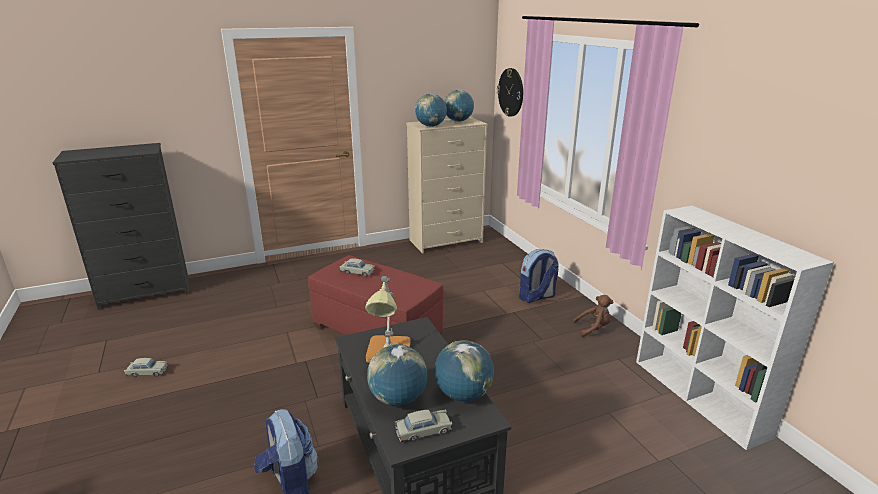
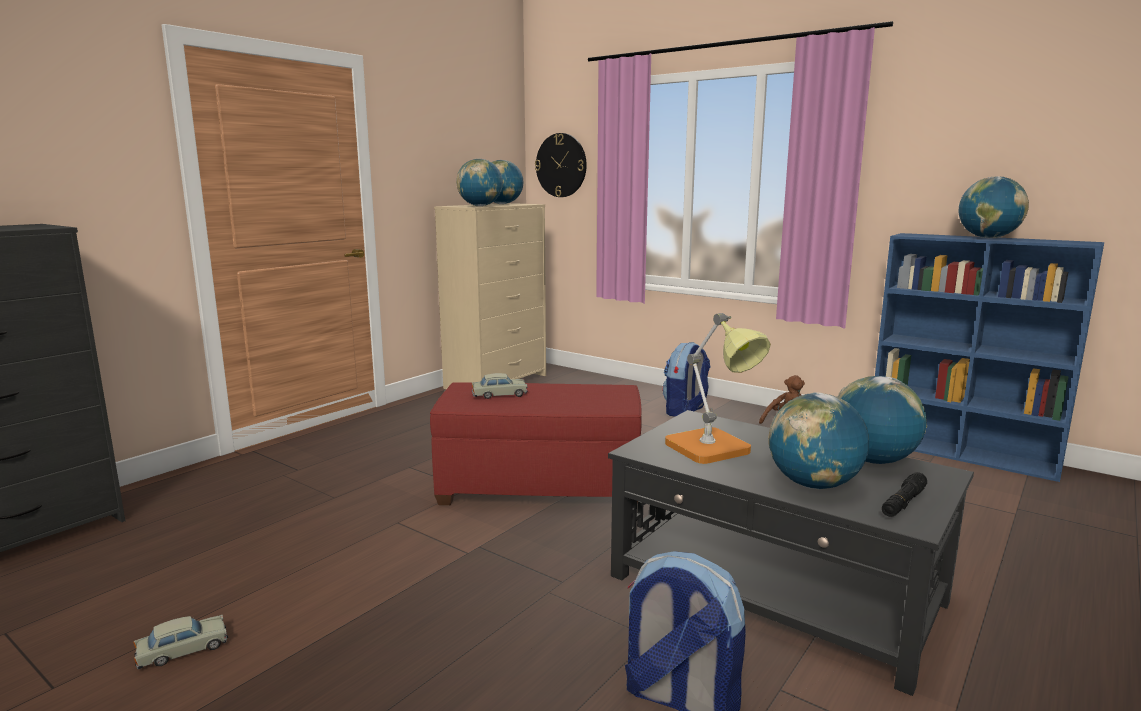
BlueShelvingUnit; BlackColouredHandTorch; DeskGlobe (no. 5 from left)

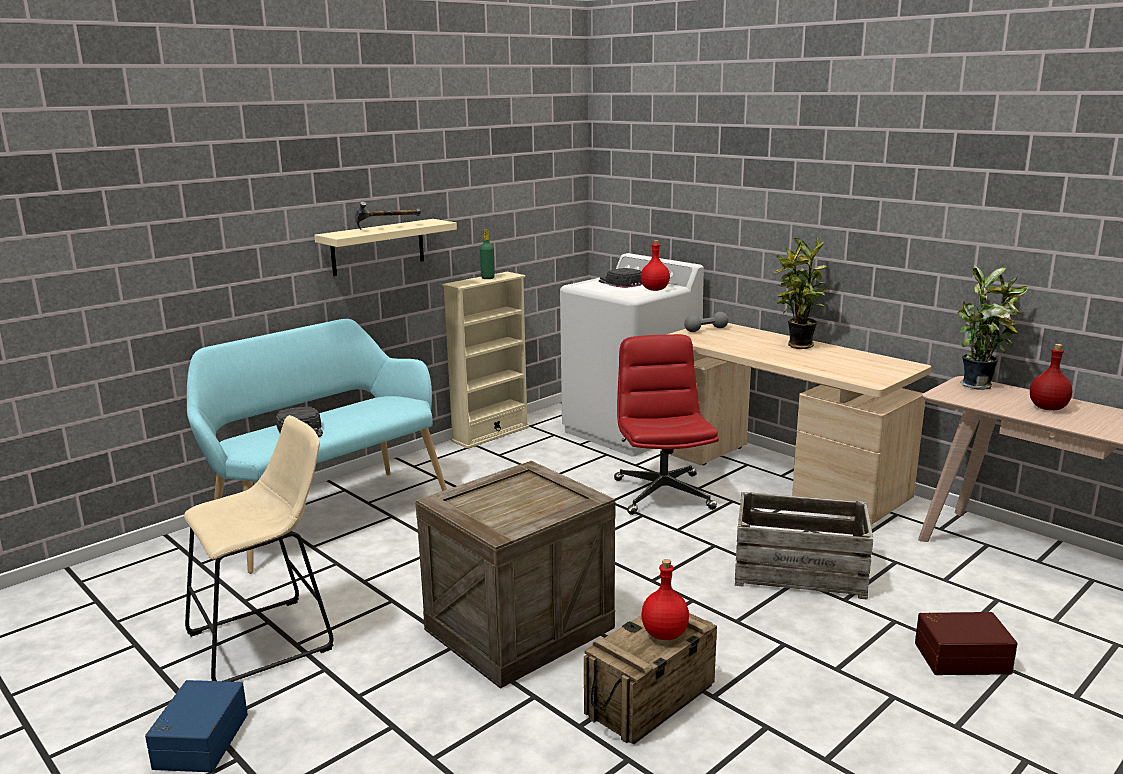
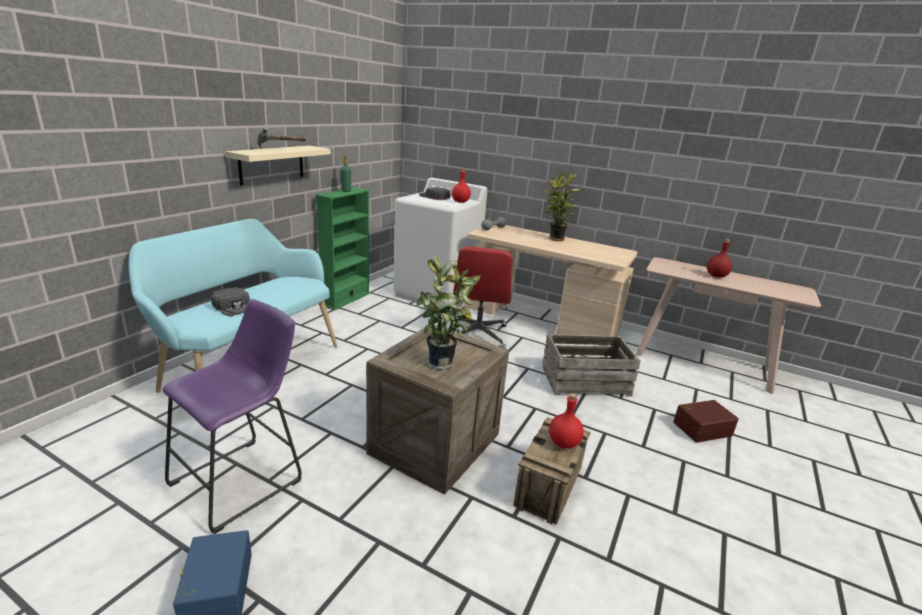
PlantInAPot (no. 1 from left); GreenishShelvingUnit; RedComputerChair; PurplishStoolSeat

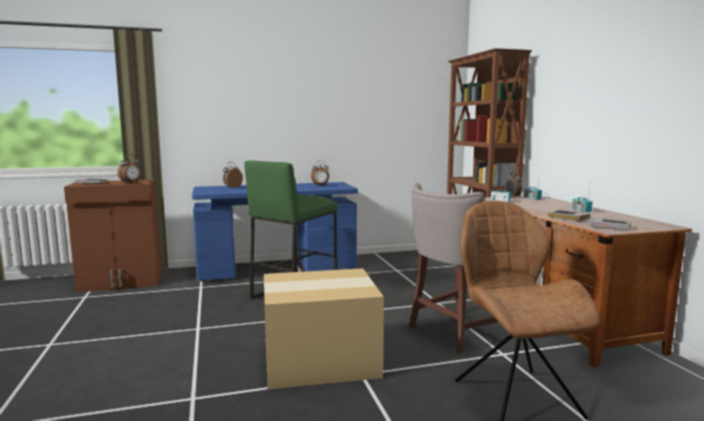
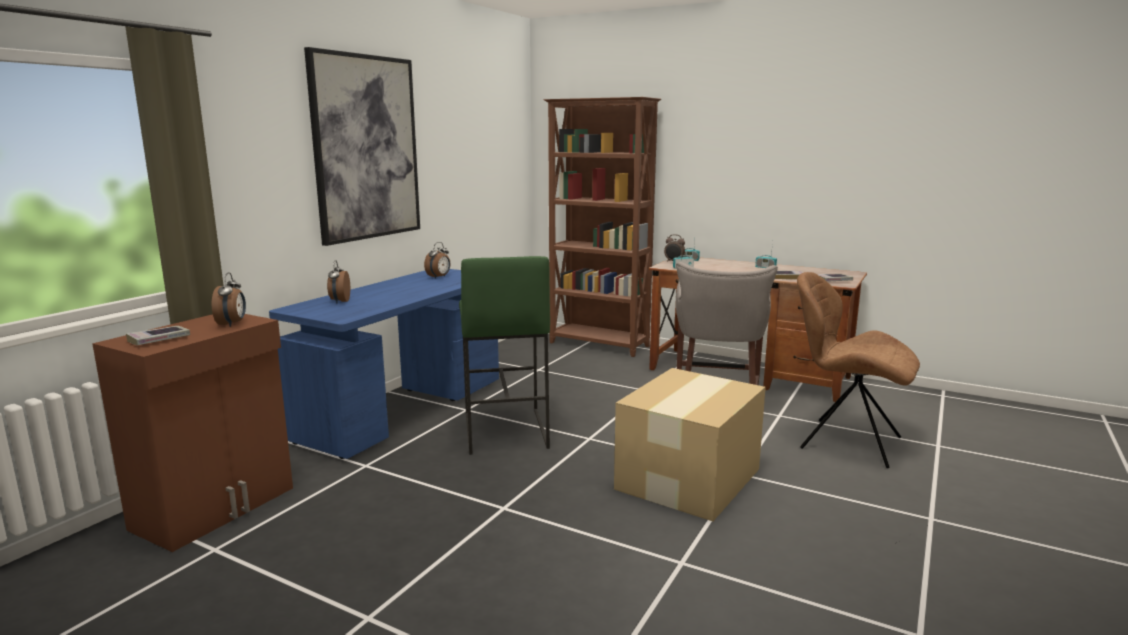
Picture

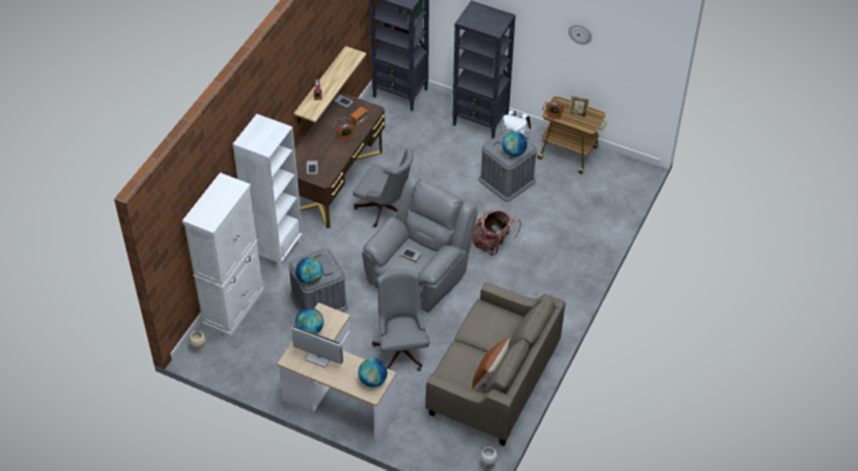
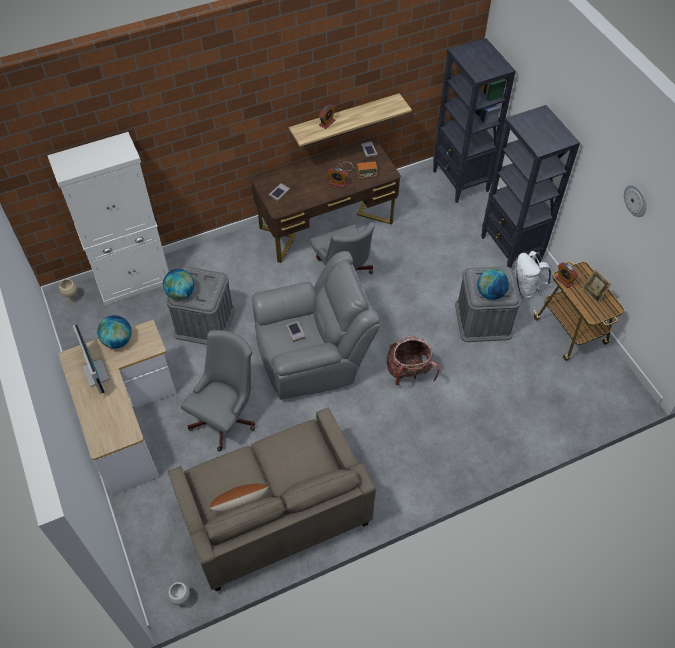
WhitishShelvingUnit; DeskGlobe (no. 3 from left in the first image)

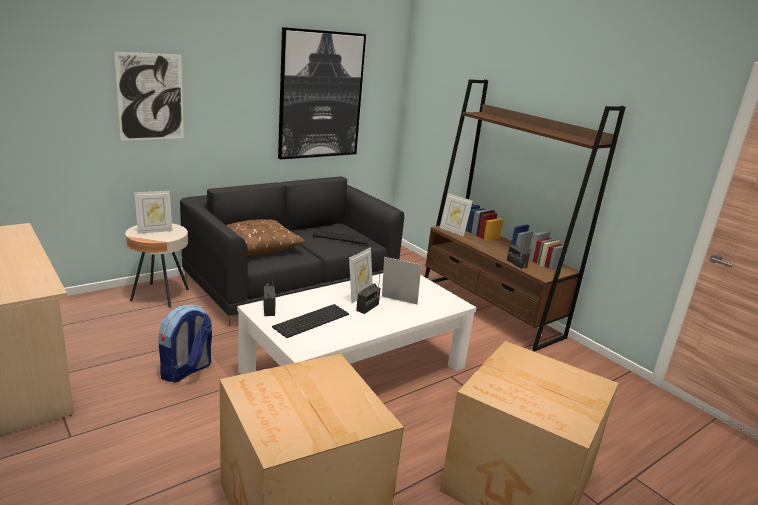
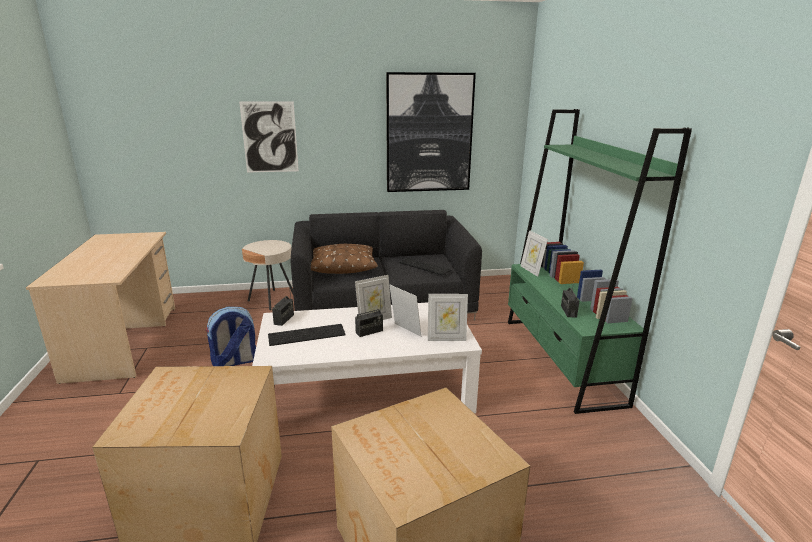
GreenishShelvingUnit; PictureFrame (no. 3 from left)

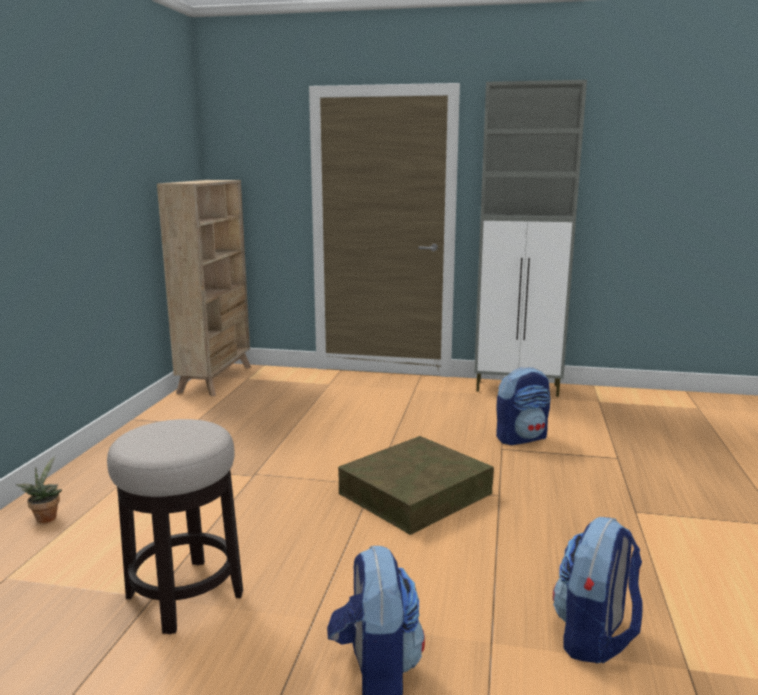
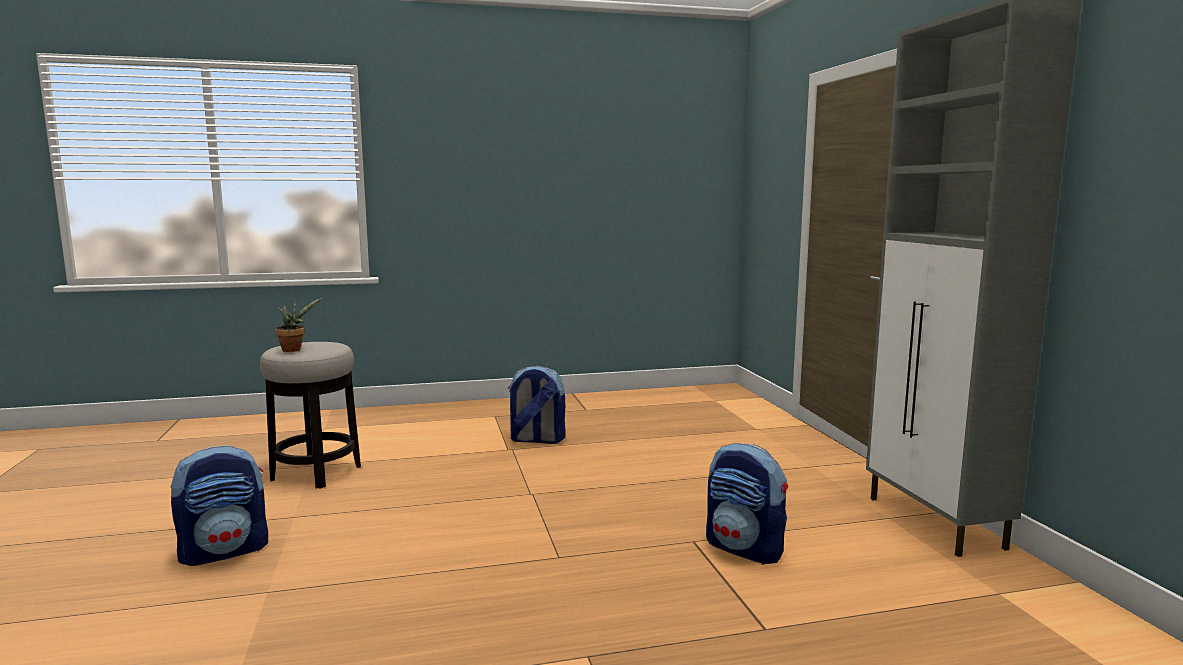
SandColouredShelvingUnit; BrownColouredStorageBin; PlantInAPot; Rucksack (no. 2 from left)

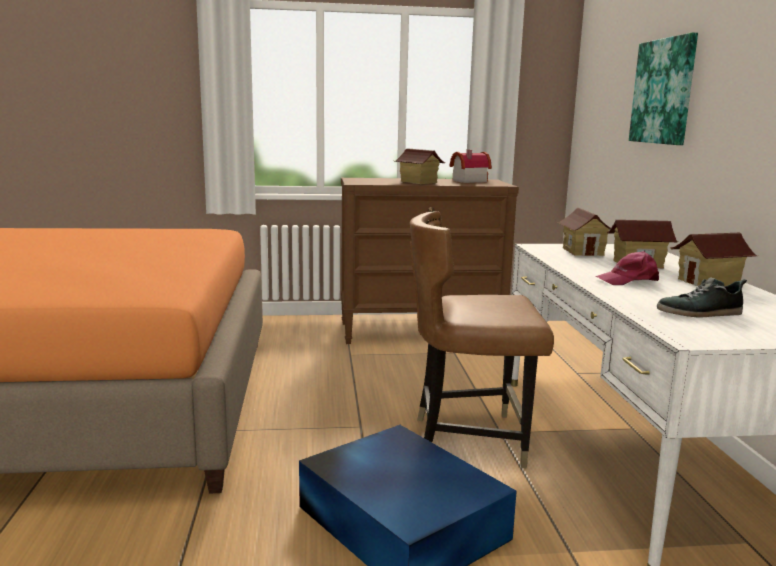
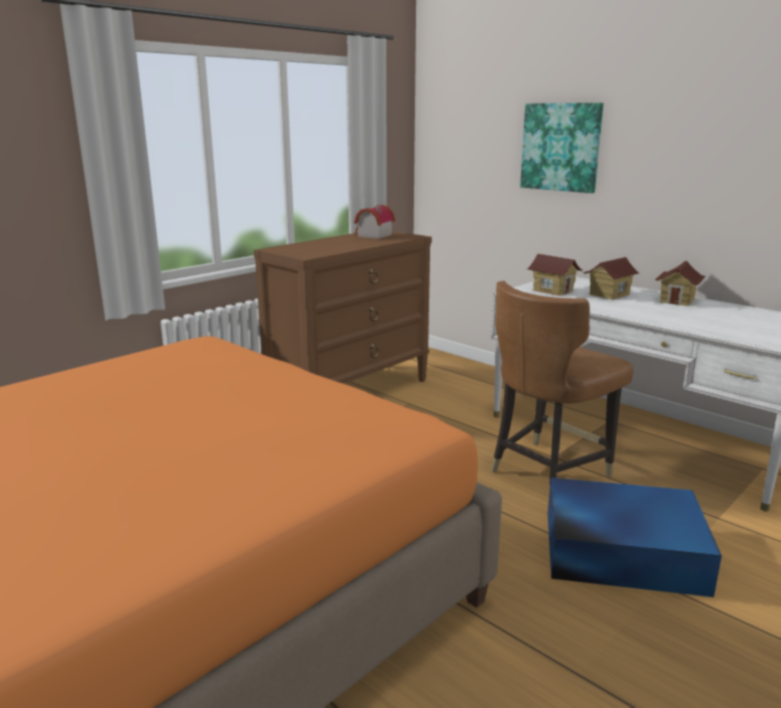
ModelHouse (no. 1 from left in the first image); PinkishCap; ItemOfFootwear

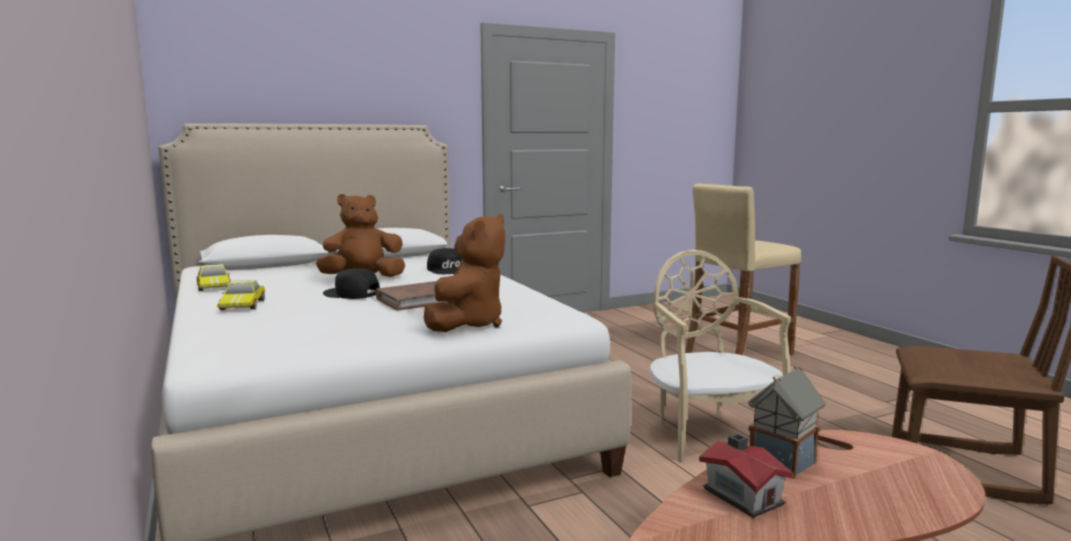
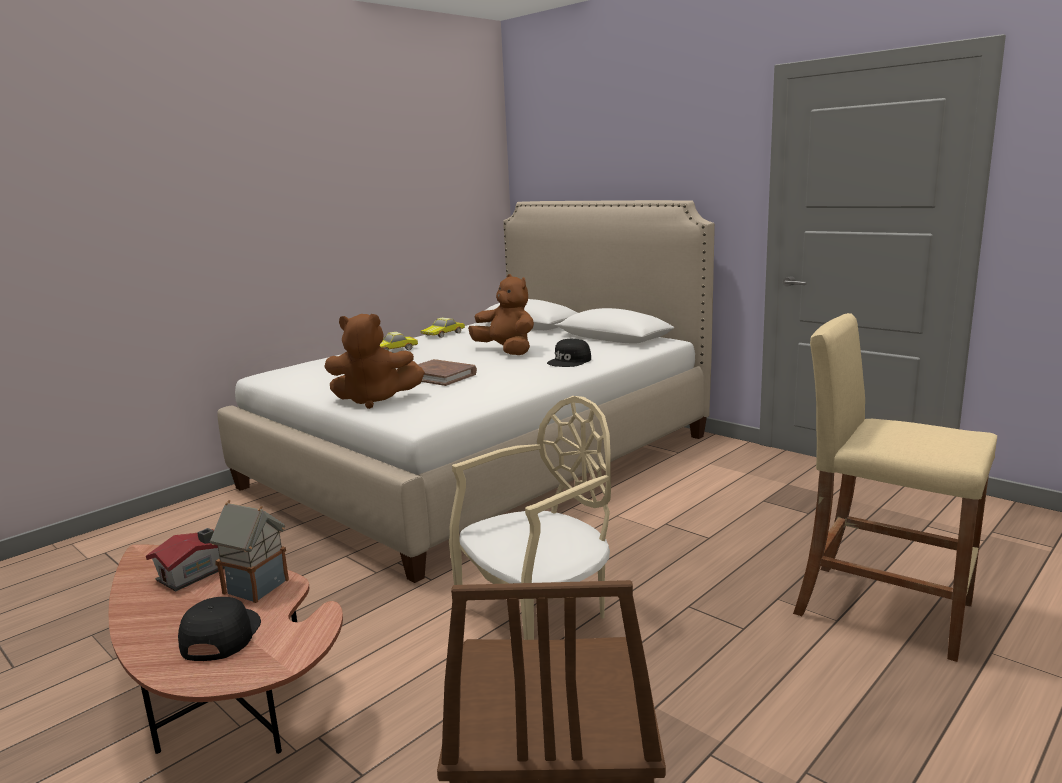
BlackColouredCap (no. 1 from left)

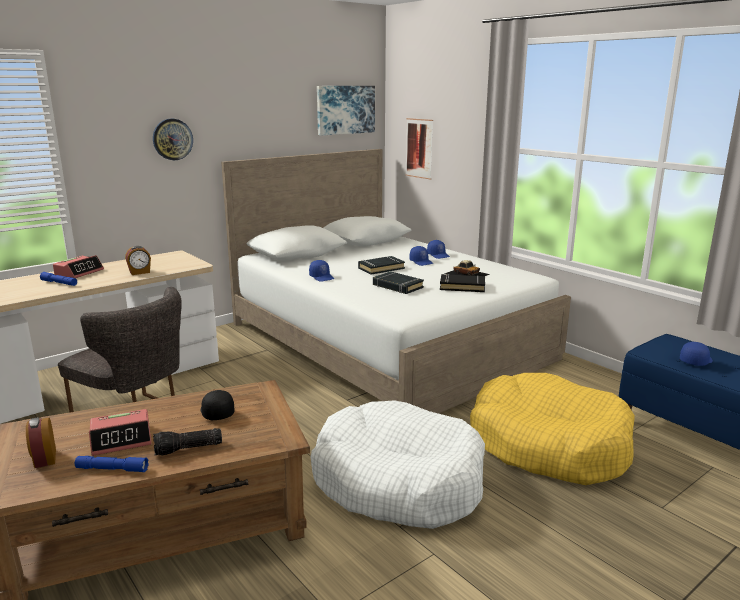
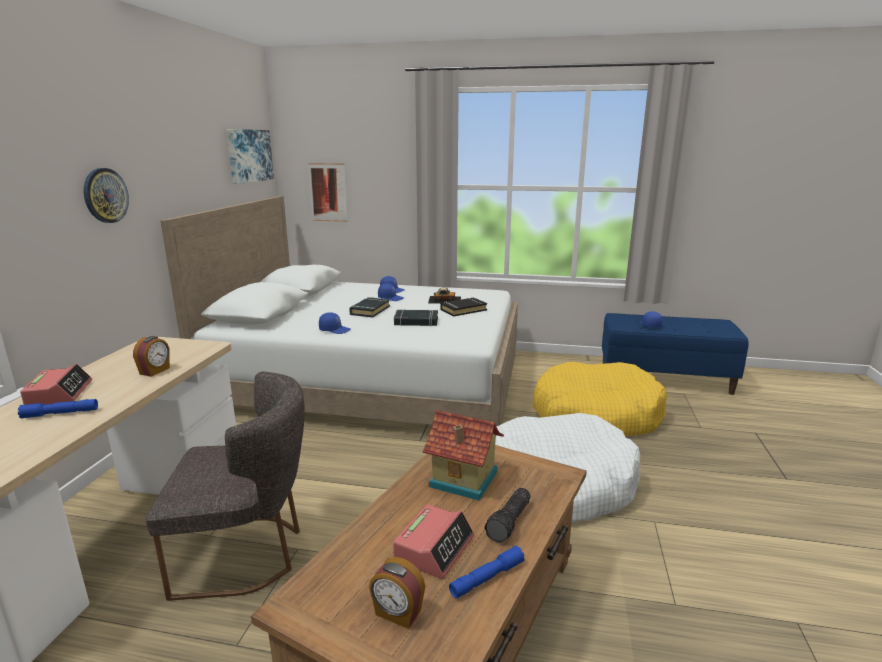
ModelHouse

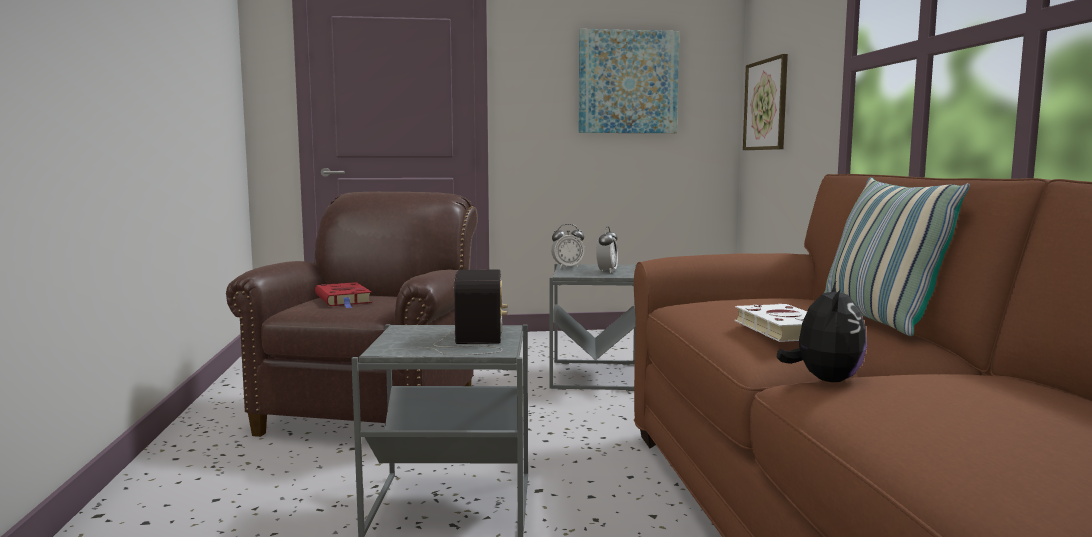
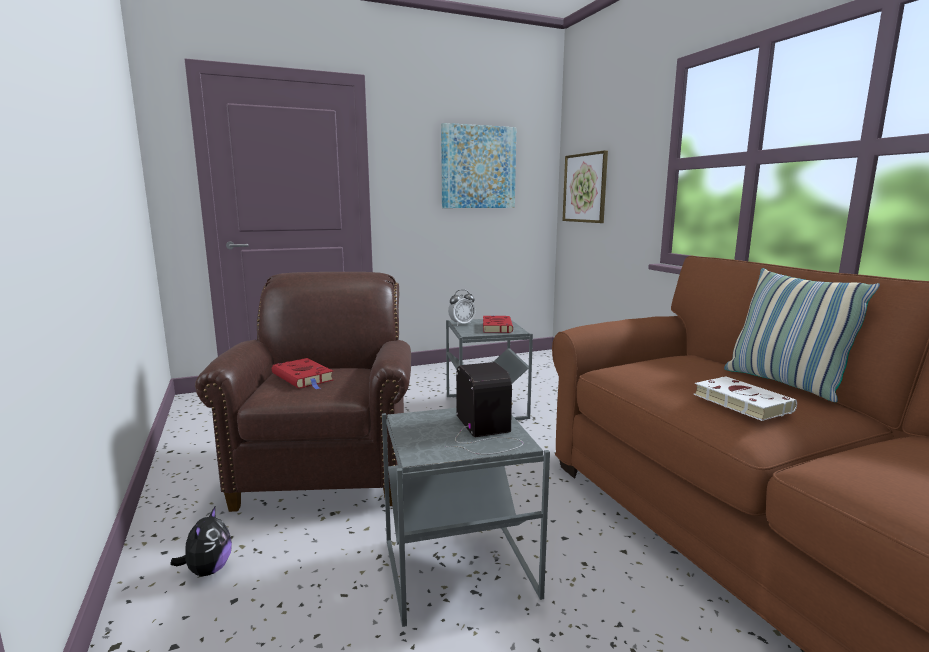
RedBoundBook (no. 2 from left); CuddlyToy

